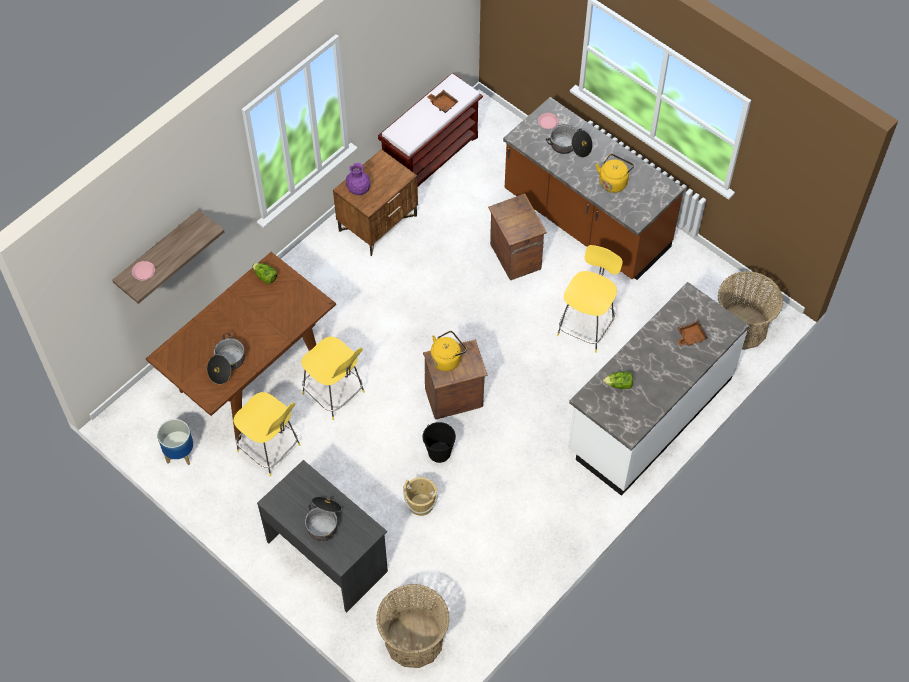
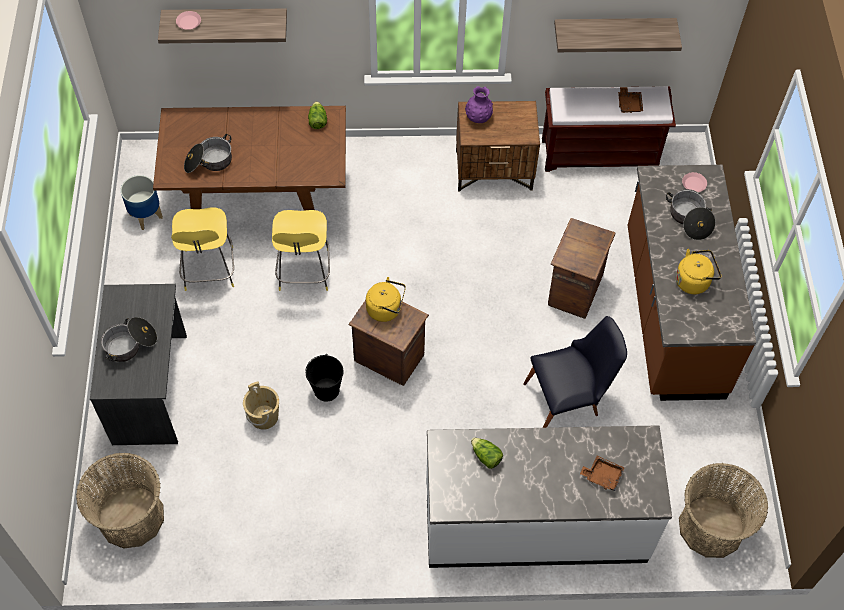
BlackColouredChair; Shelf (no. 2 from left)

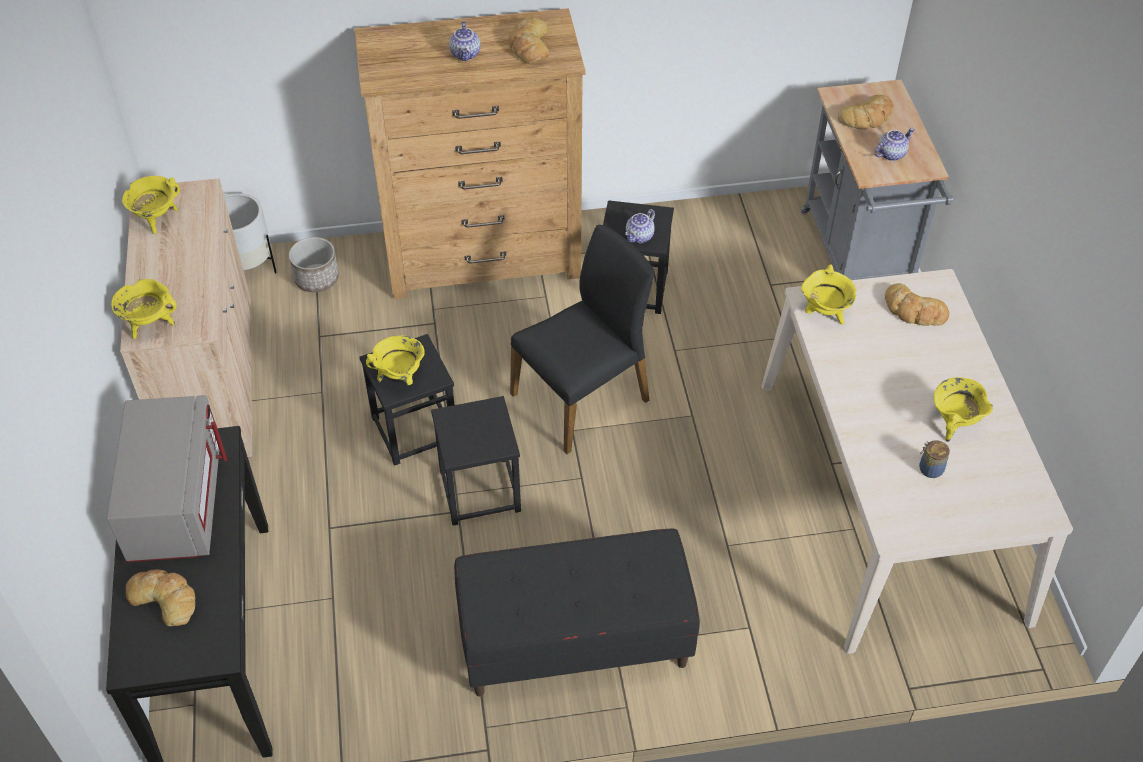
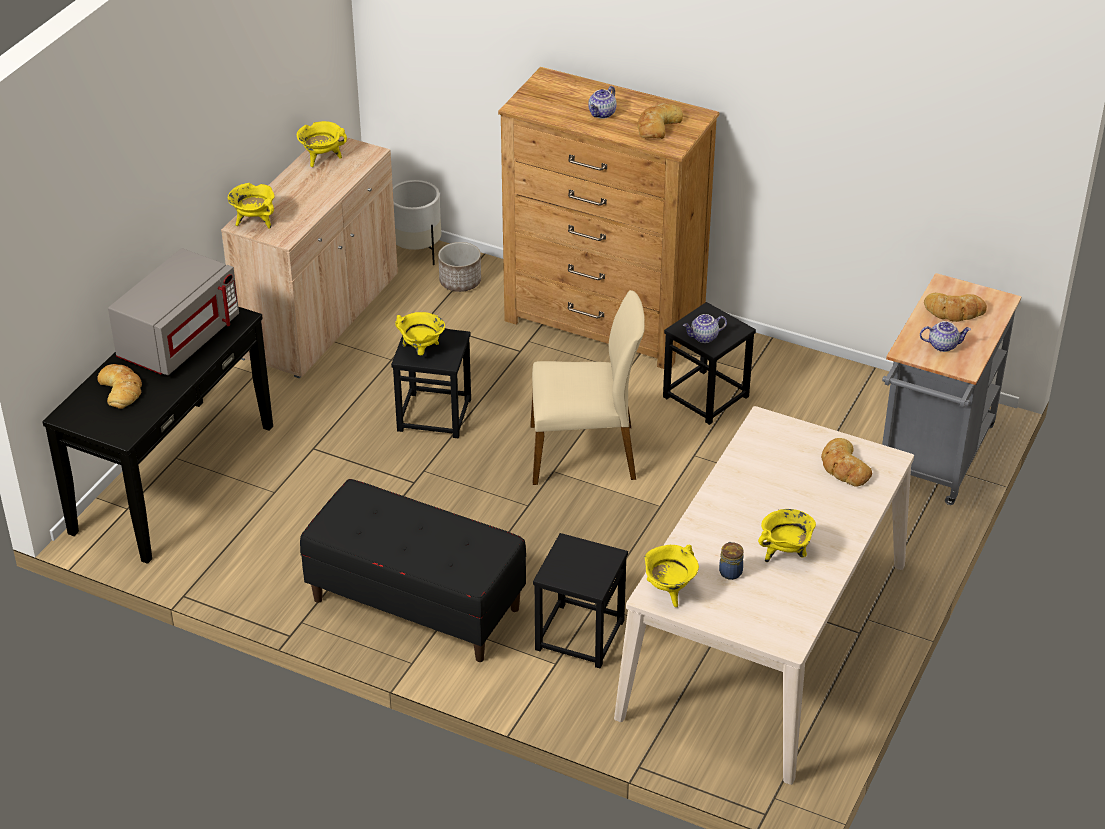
SandColouredChair; YellowColouredSaucepot (no. 4 from left); BlackColouredStoolSeat (no. 2 from left)

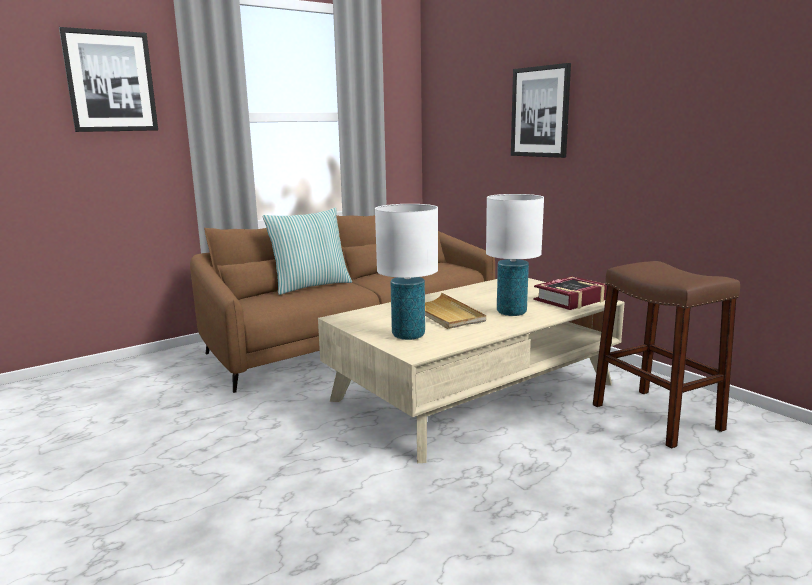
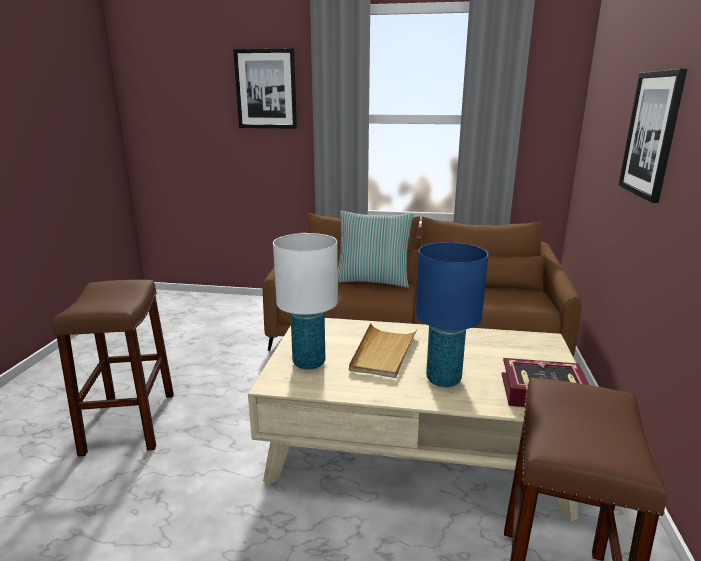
BlueTableLamp; BrownColouredStoolSeat (no. 1 from left)

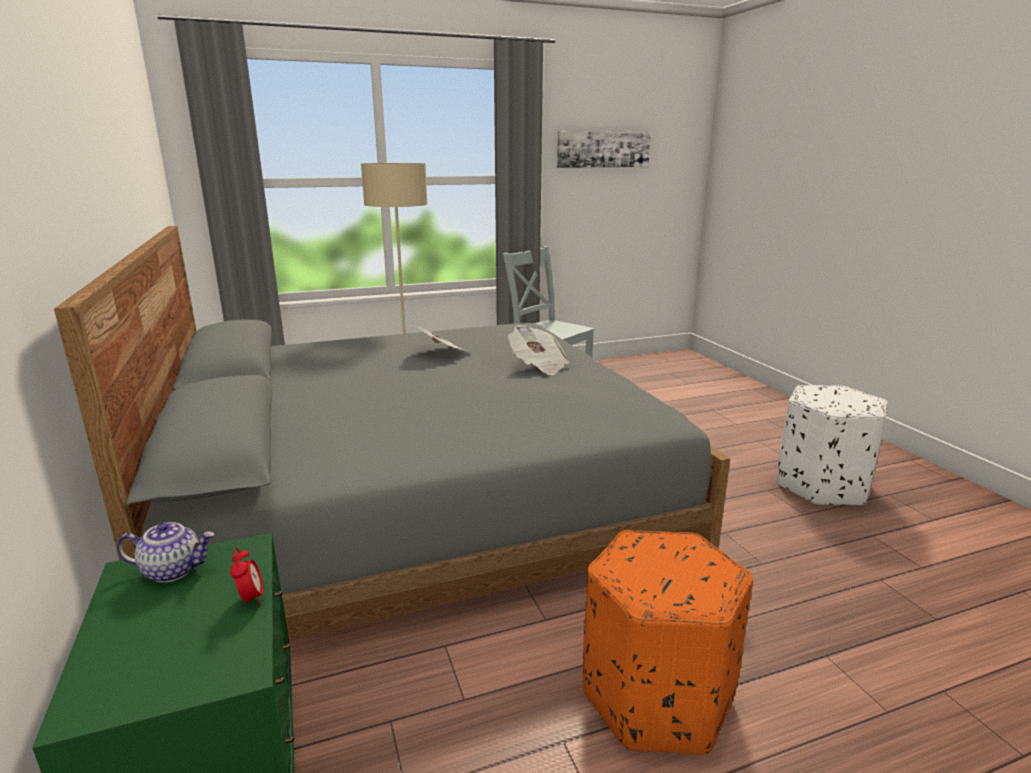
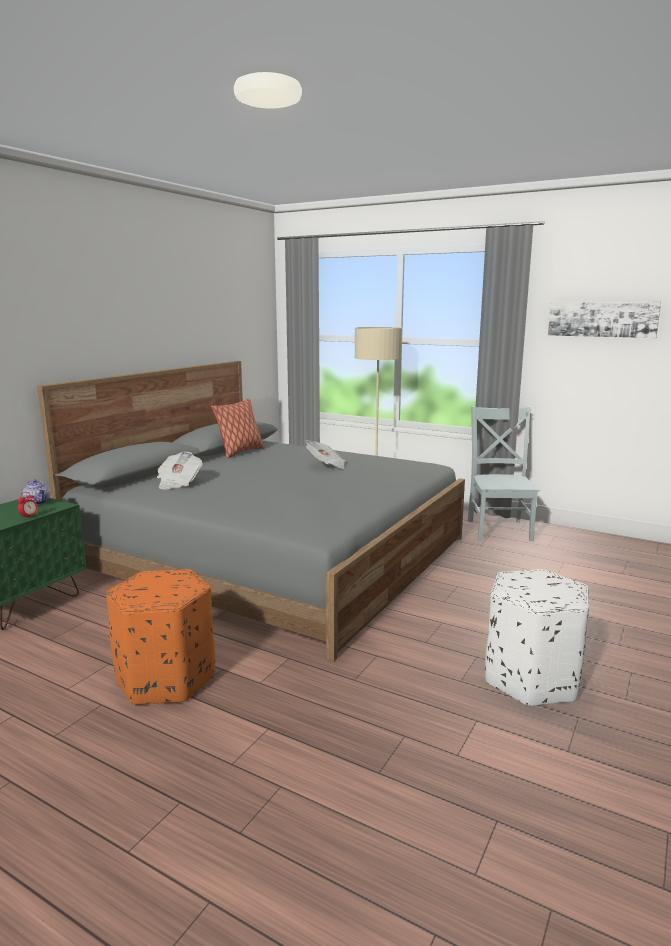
Newspaper (no. 1 from left); Cushion

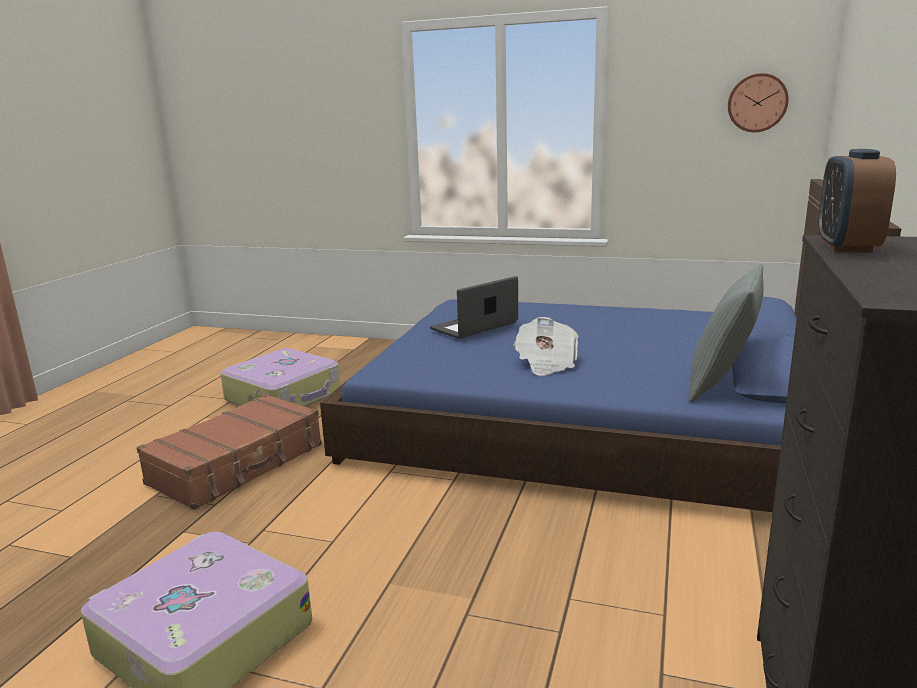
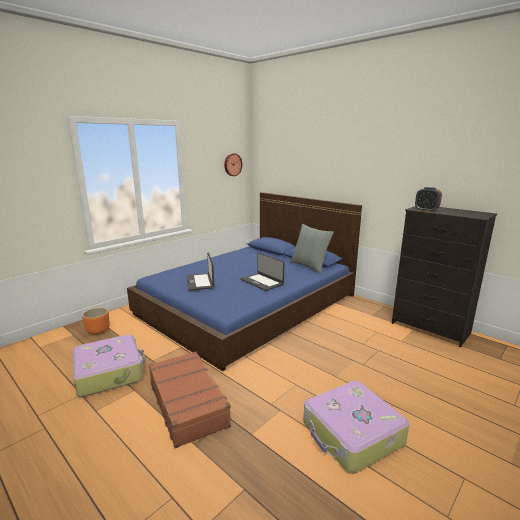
Laptop (no. 2 from left); OrangeFlowerPot

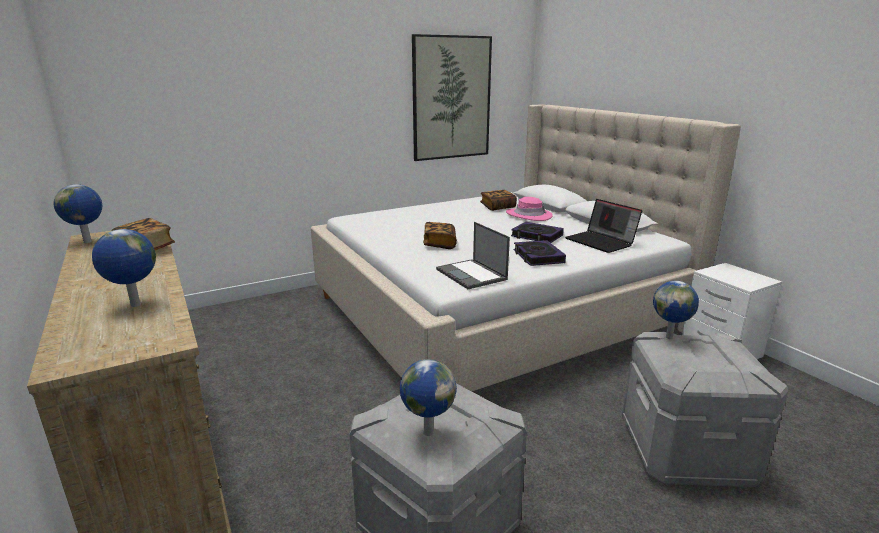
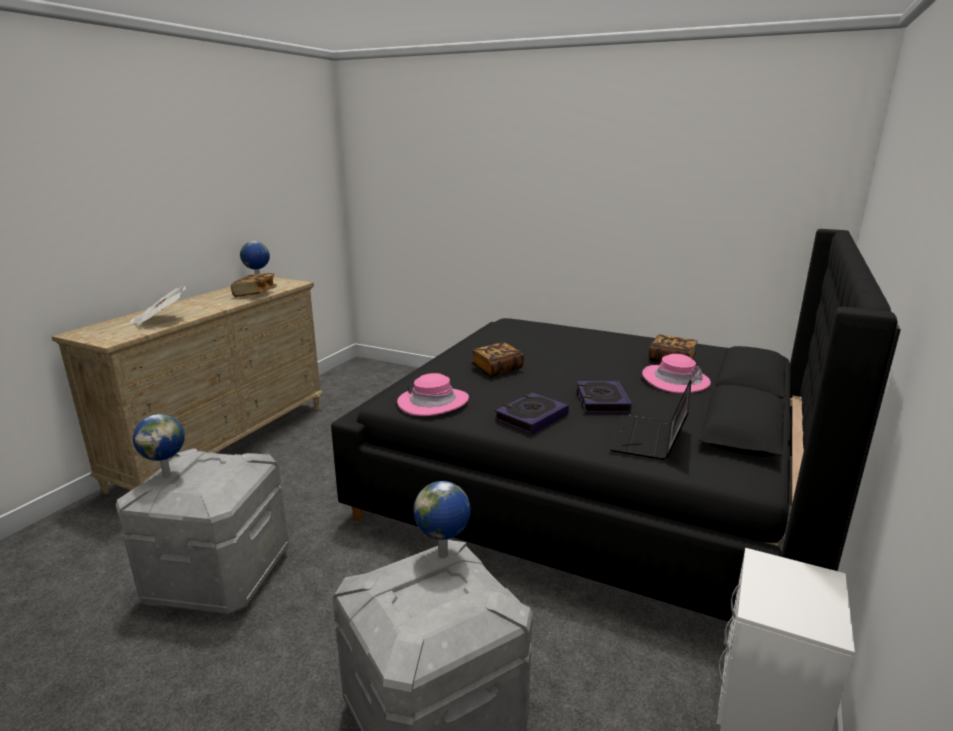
Picture; BlackColouredBedroomBed; PinkishWearableHat (no. 1 from left); Newspaper

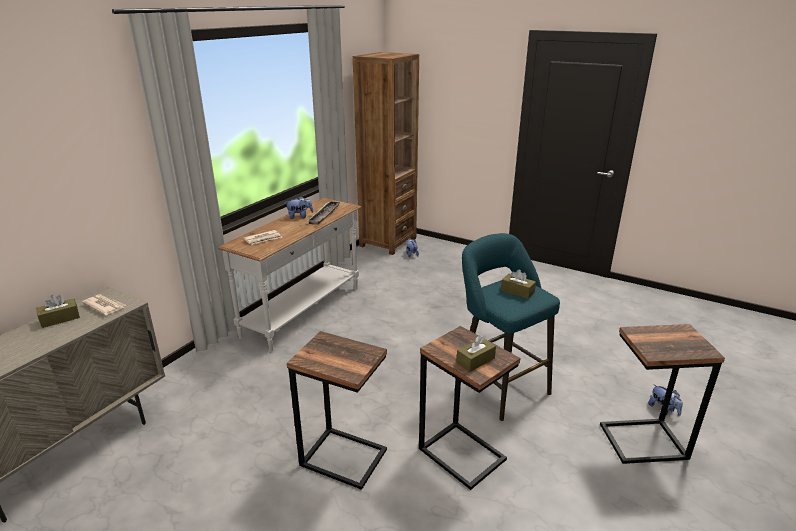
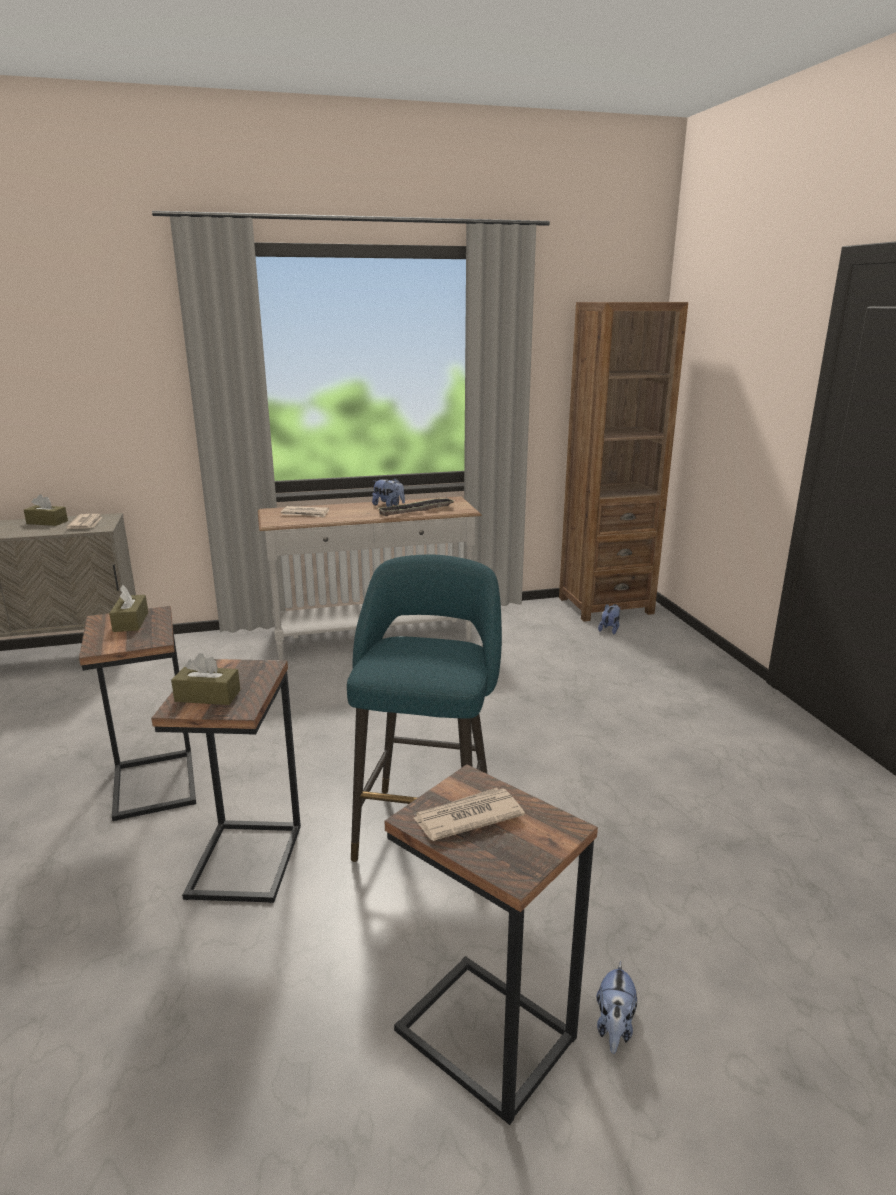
BrownColouredTissueBox (no. 2 from left); Newspaper (no. 3 from left)

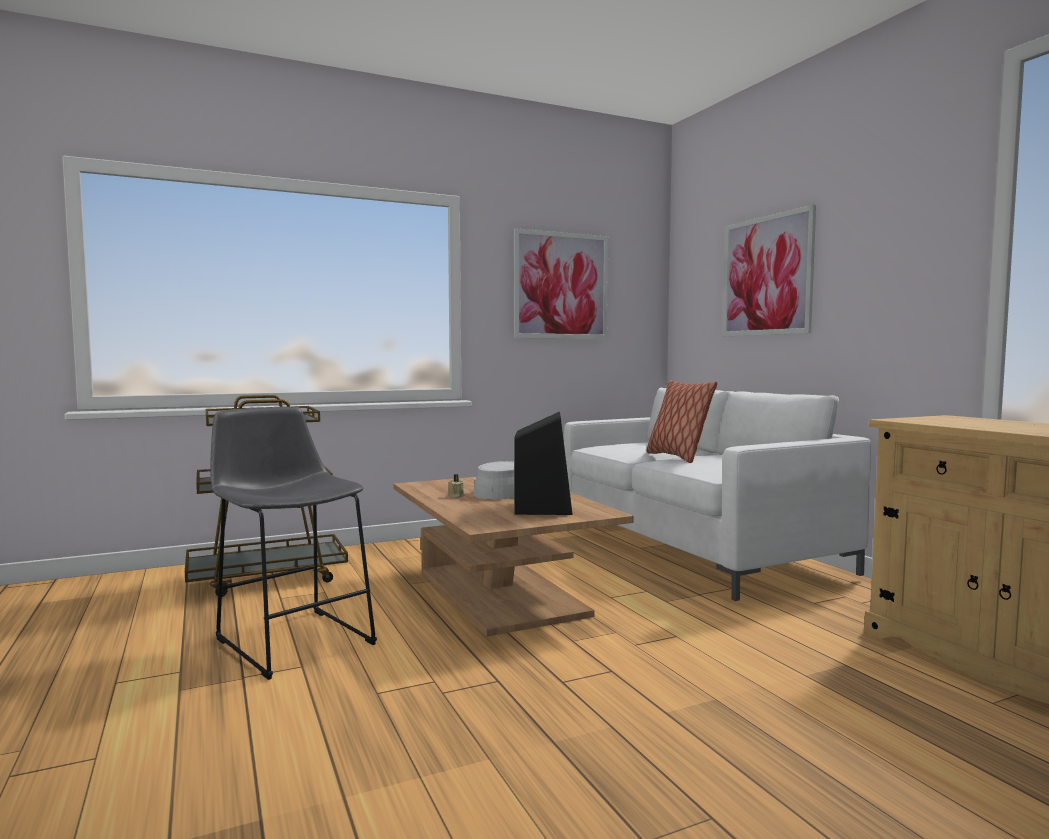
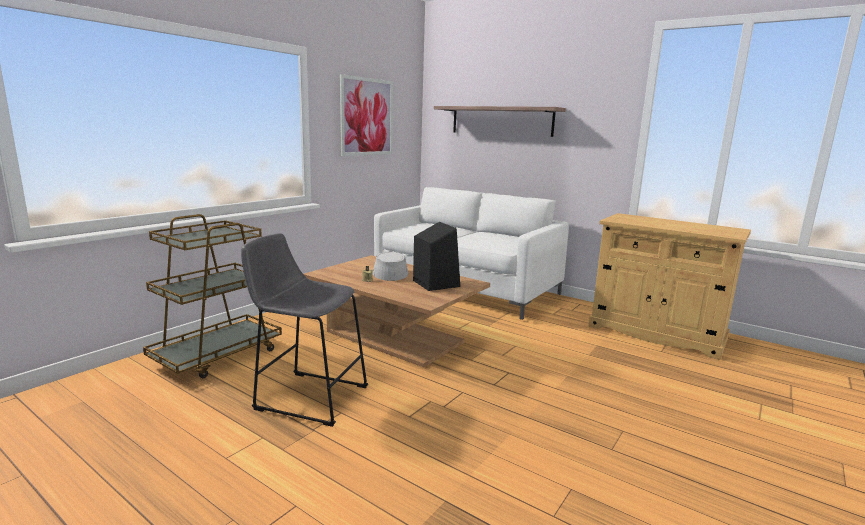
Shelf; Cushion

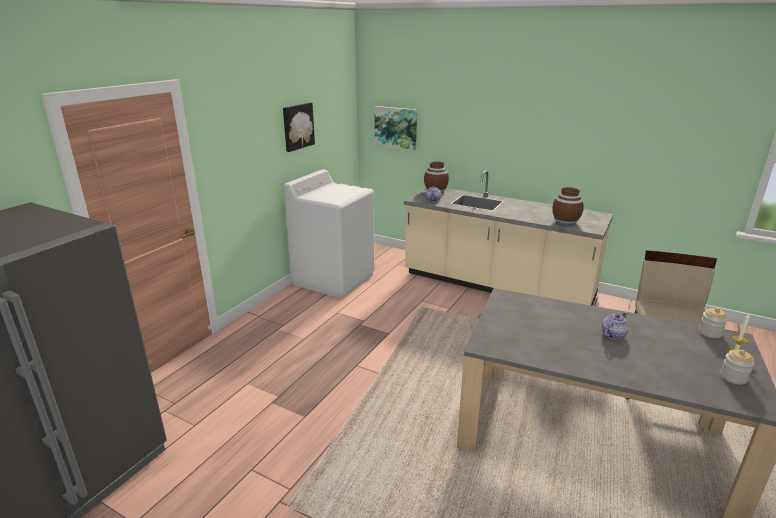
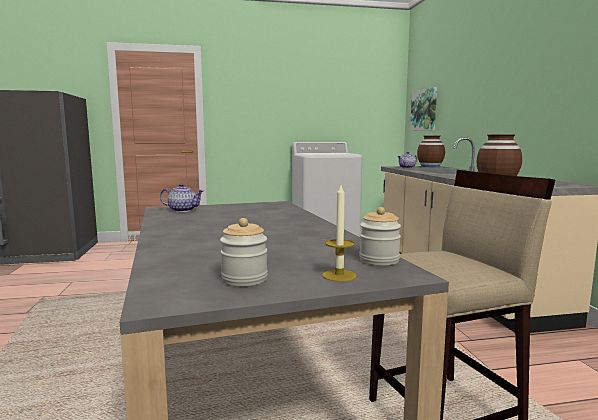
Picture (no. 1 from left in the first image); Teapot (no. 1 from left)

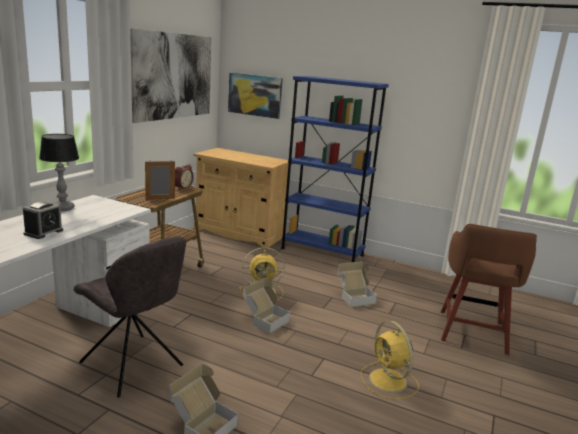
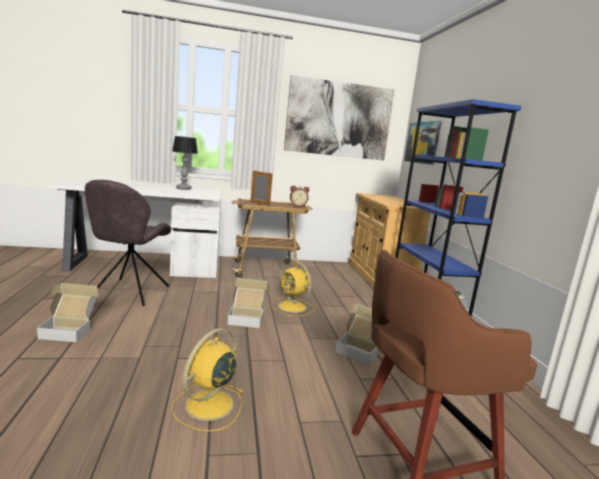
TableClock (no. 1 from left in the first image)

